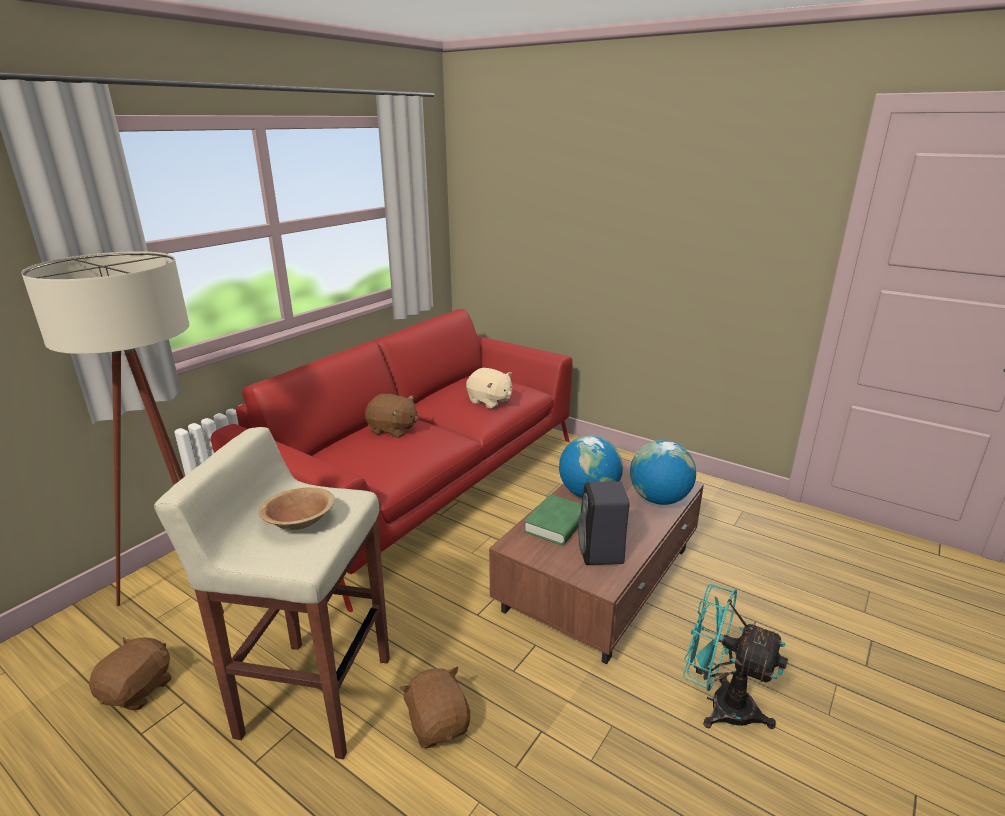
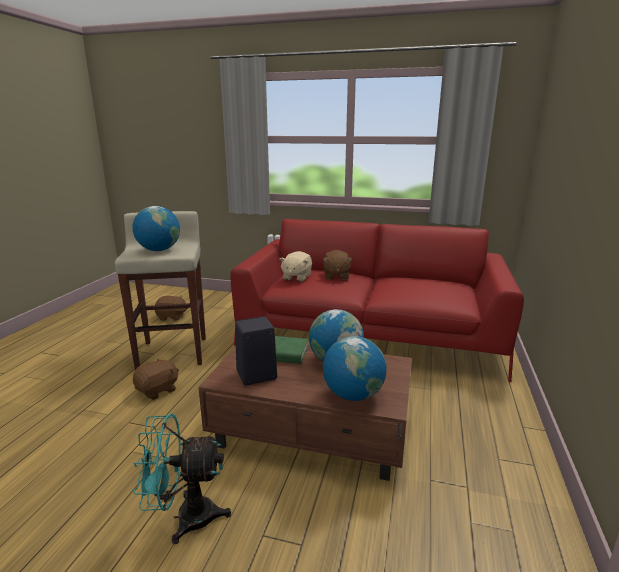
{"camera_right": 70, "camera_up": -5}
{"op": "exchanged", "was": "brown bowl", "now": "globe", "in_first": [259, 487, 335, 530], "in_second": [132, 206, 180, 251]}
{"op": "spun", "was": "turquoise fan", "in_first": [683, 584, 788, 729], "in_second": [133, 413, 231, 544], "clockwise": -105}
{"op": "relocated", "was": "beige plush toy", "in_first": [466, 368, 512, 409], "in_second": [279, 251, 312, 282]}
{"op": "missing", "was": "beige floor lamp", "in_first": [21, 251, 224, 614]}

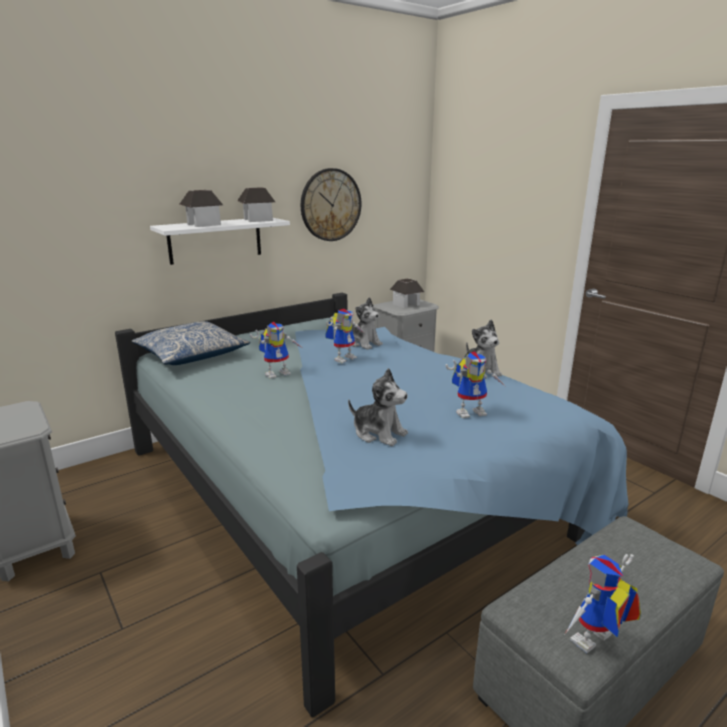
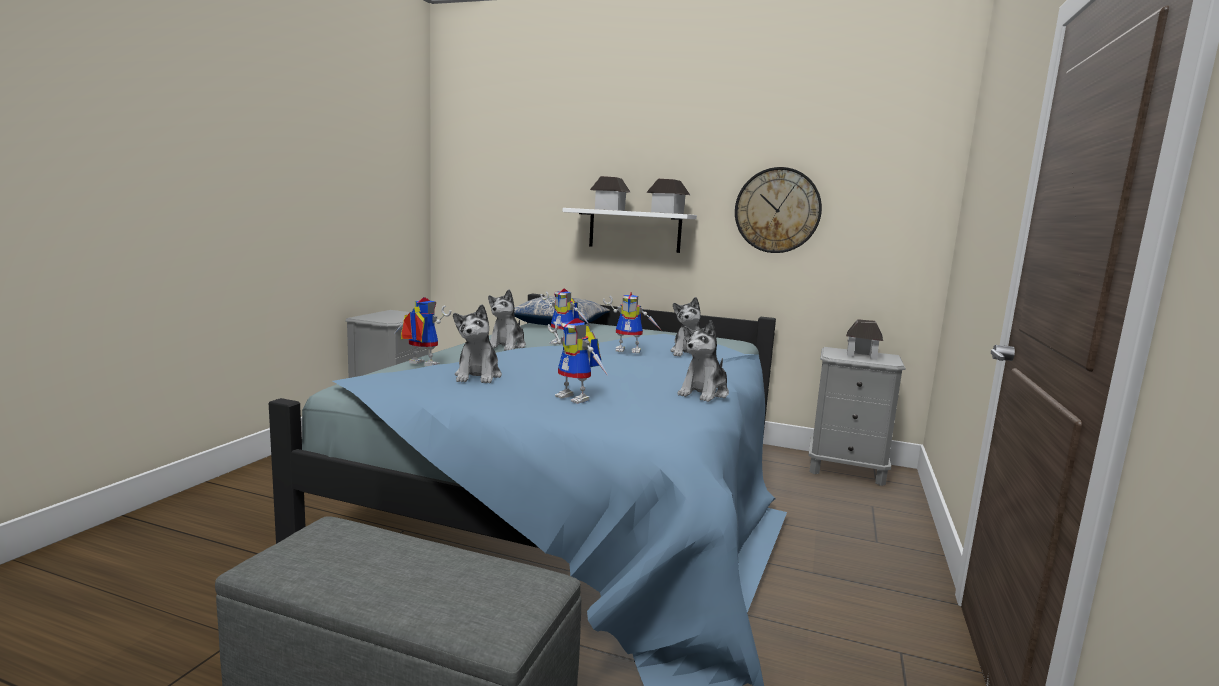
{"camera_right": 55, "camera_up": -10}
{"op": "relocated", "was": "toy robot", "in_first": [565, 554, 641, 653], "in_second": [395, 297, 451, 366]}
{"op": "appeared", "now": "plush toy", "in_second": [488, 290, 526, 351]}

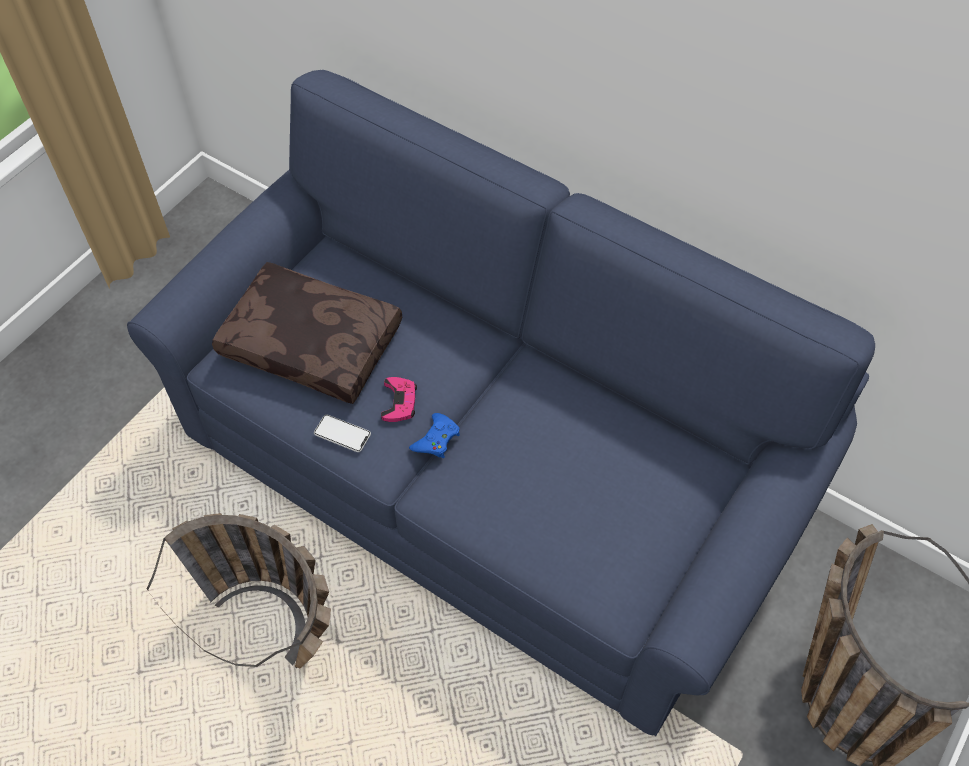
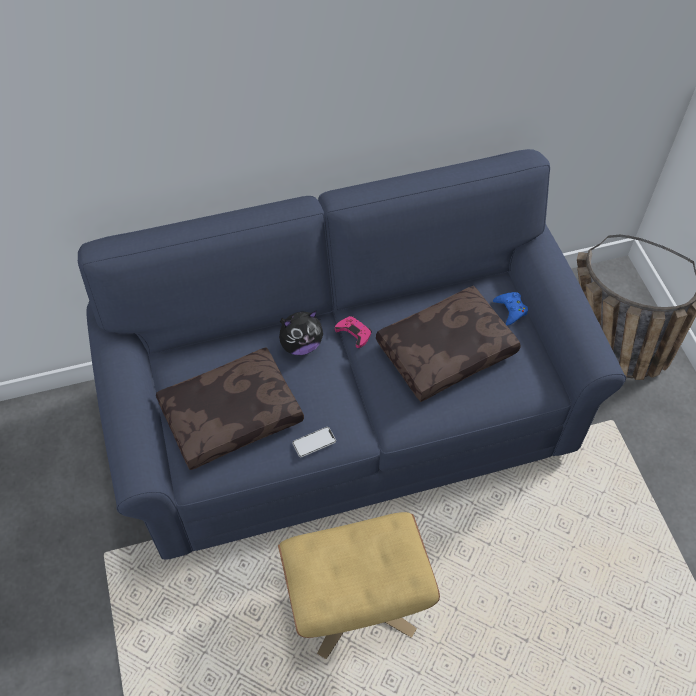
{"camera_right": -50, "camera_up": 0}
{"op": "exchanged", "was": "basket", "now": "beige ottoman", "in_first": [146, 513, 331, 669], "in_second": [278, 512, 440, 659]}
{"op": "appeared", "now": "plush toy", "in_second": [279, 311, 323, 355]}
{"op": "relocated", "was": "pink game controller", "in_first": [381, 377, 417, 422], "in_second": [335, 316, 372, 348]}
{"op": "appeared", "now": "brown pillow", "in_second": [376, 286, 521, 402]}
{"op": "relocated", "was": "blue game controller", "in_first": [409, 413, 460, 458], "in_second": [493, 292, 528, 325]}

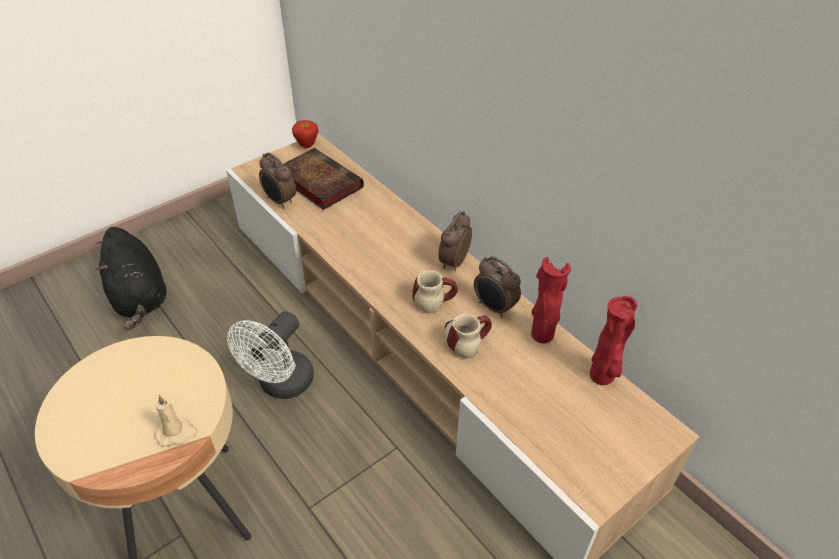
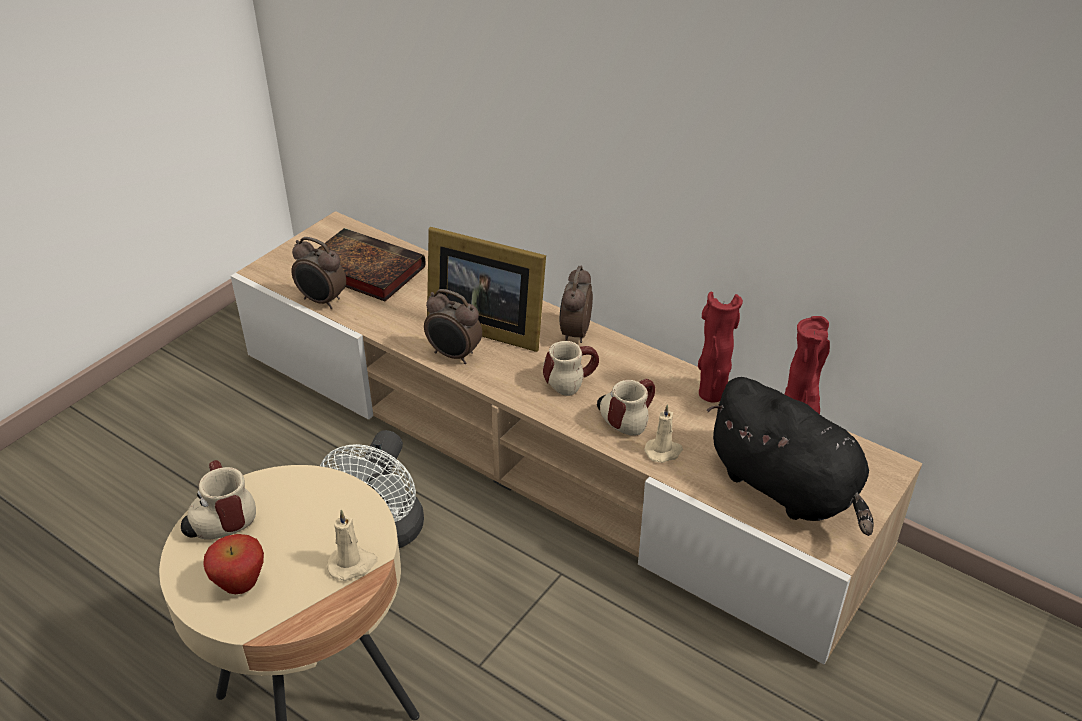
{"camera_right": -15, "camera_up": -5}
{"op": "appeared", "now": "mug", "in_second": [181, 460, 256, 539]}
{"op": "relocated", "was": "apple", "in_first": [292, 120, 319, 148], "in_second": [203, 534, 264, 594]}
{"op": "relocated", "was": "alarm clock", "in_first": [474, 256, 521, 318], "in_second": [424, 289, 482, 364]}
{"op": "appeared", "now": "picture frame", "in_second": [427, 227, 546, 352]}
{"op": "appeared", "now": "beige candle", "in_second": [644, 404, 683, 463]}
{"op": "relocated", "was": "black plush toy", "in_first": [96, 227, 167, 330], "in_second": [707, 377, 874, 536]}

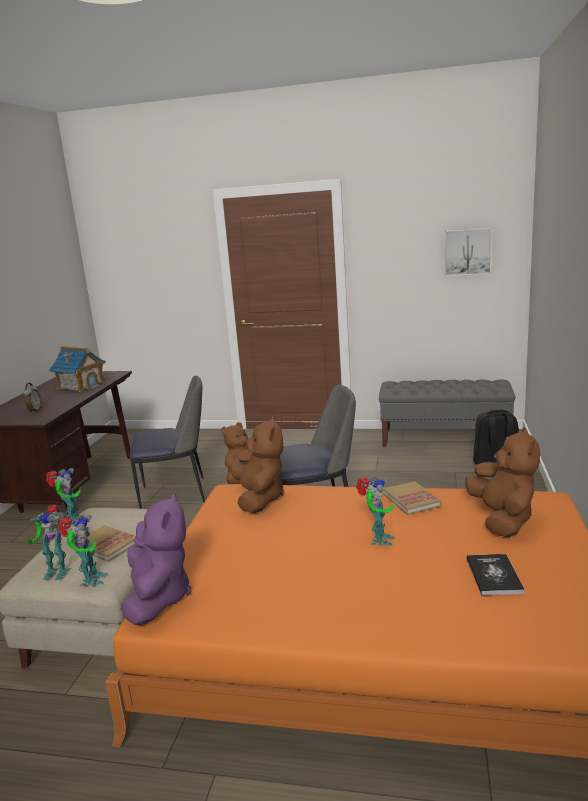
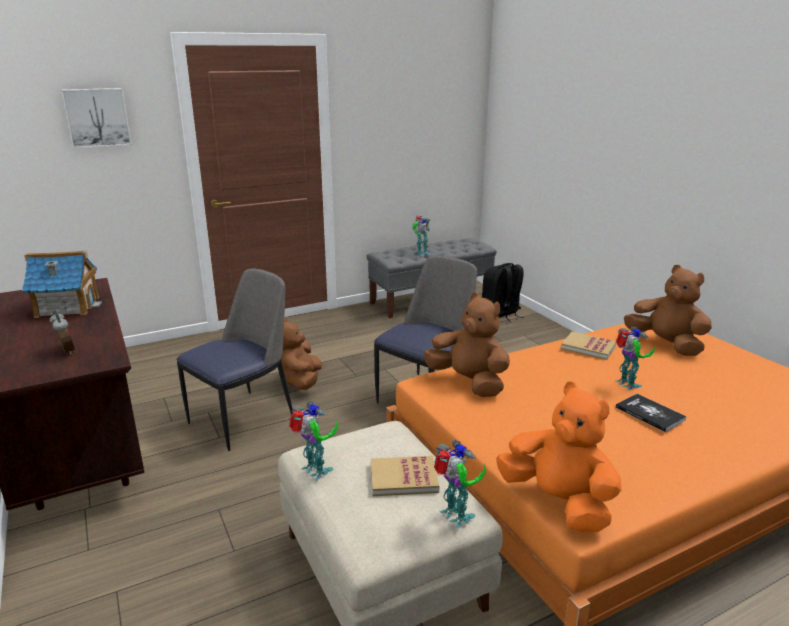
{"camera_right": -40, "camera_up": 5}
{"op": "relocated", "was": "picture", "in_first": [445, 228, 492, 276], "in_second": [61, 88, 132, 148]}
{"op": "relocated", "was": "toy robot", "in_first": [28, 504, 72, 580], "in_second": [412, 216, 431, 256]}
{"op": "colour", "was": "purple plush toy", "now": "orange plush toy", "in_first": [121, 493, 192, 626], "in_second": [496, 381, 621, 532]}
{"op": "relocated", "was": "book", "in_first": [467, 554, 525, 595], "in_second": [616, 394, 687, 432]}

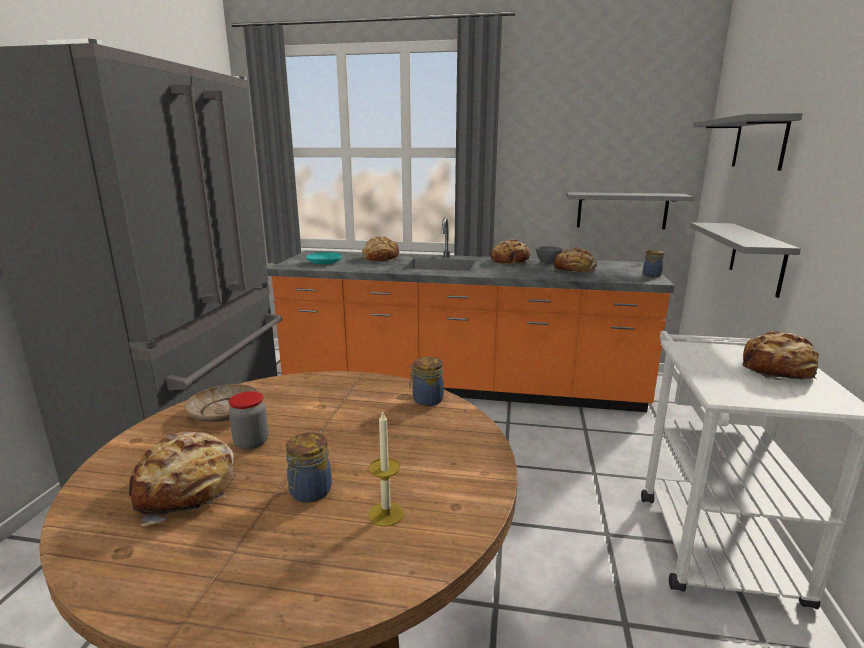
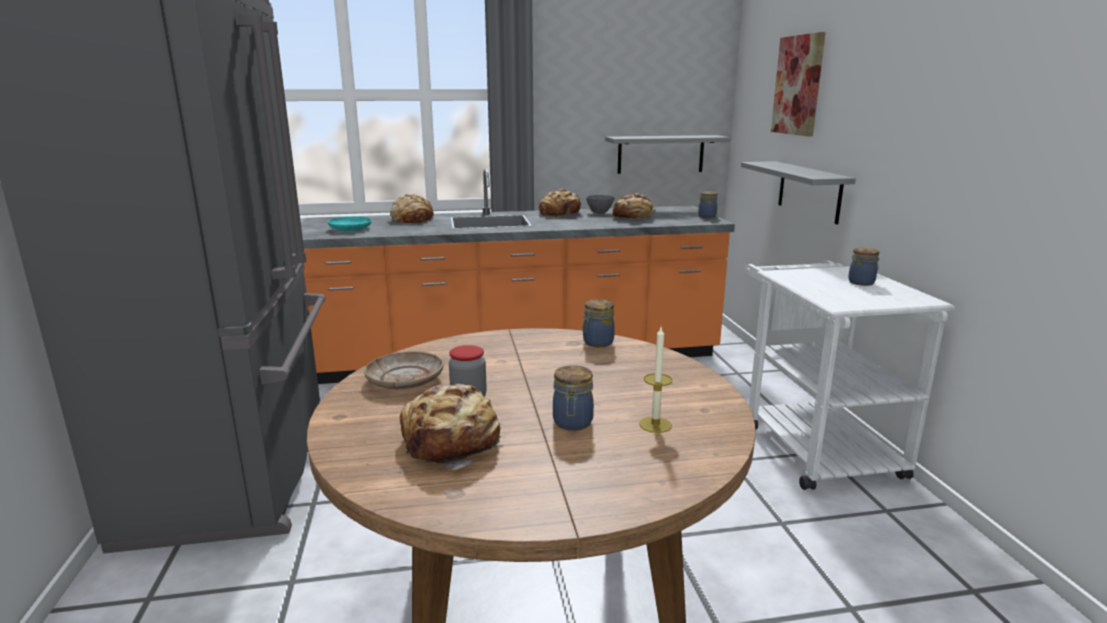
{"camera_right": -20, "camera_up": 0}
{"op": "exchanged", "was": "grey shelf", "now": "picture", "in_first": [693, 113, 802, 171], "in_second": [771, 32, 826, 137]}
{"op": "exchanged", "was": "bread", "now": "jar", "in_first": [741, 331, 819, 380], "in_second": [848, 248, 880, 286]}

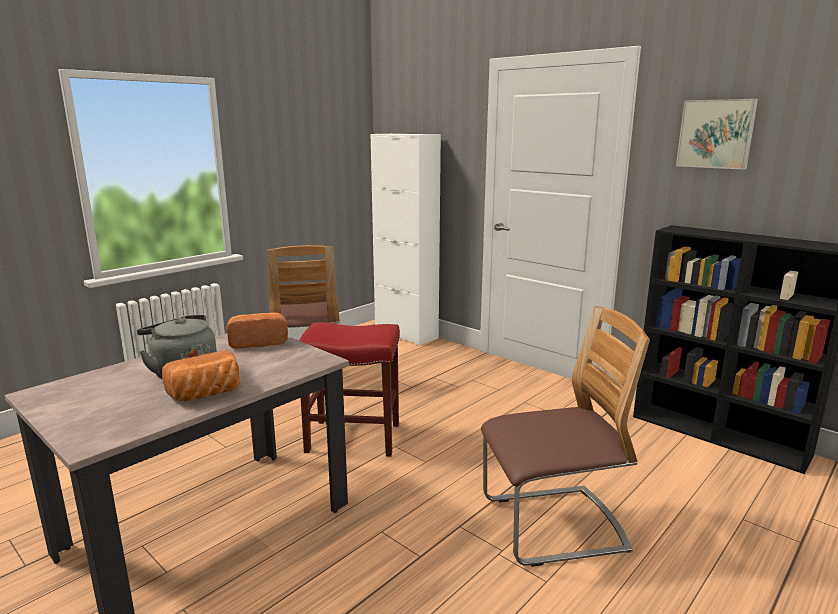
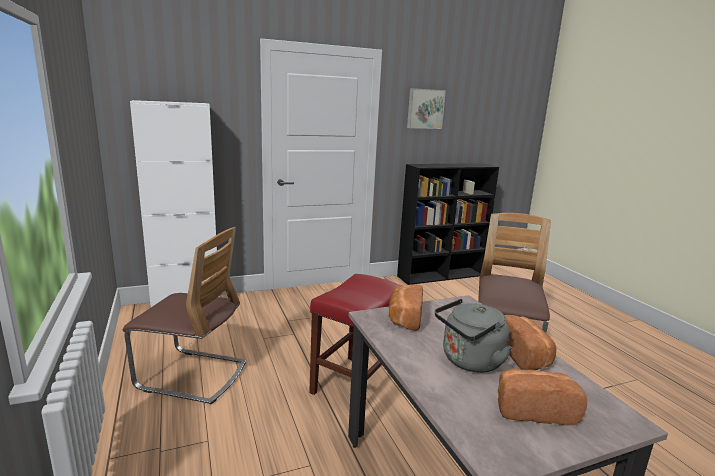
{"camera_right": -65, "camera_up": 0}
{"op": "appeared", "now": "bread", "in_second": [498, 368, 587, 425]}

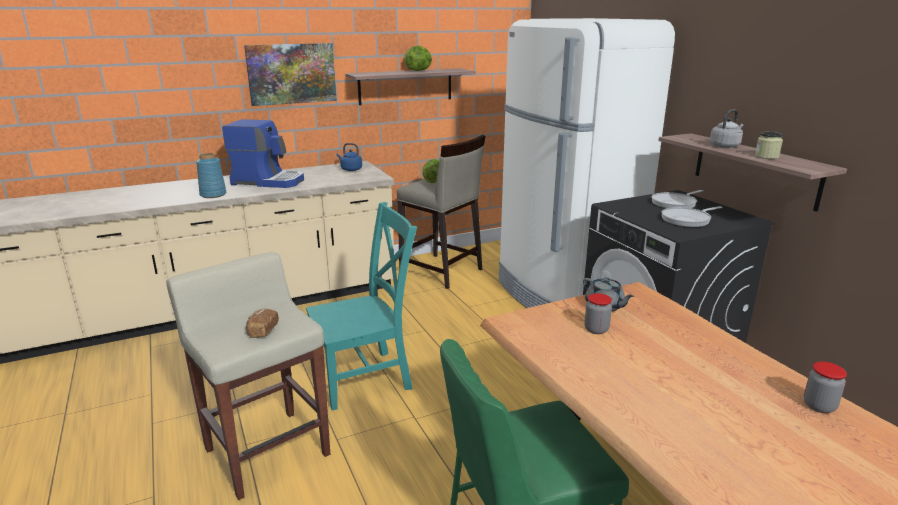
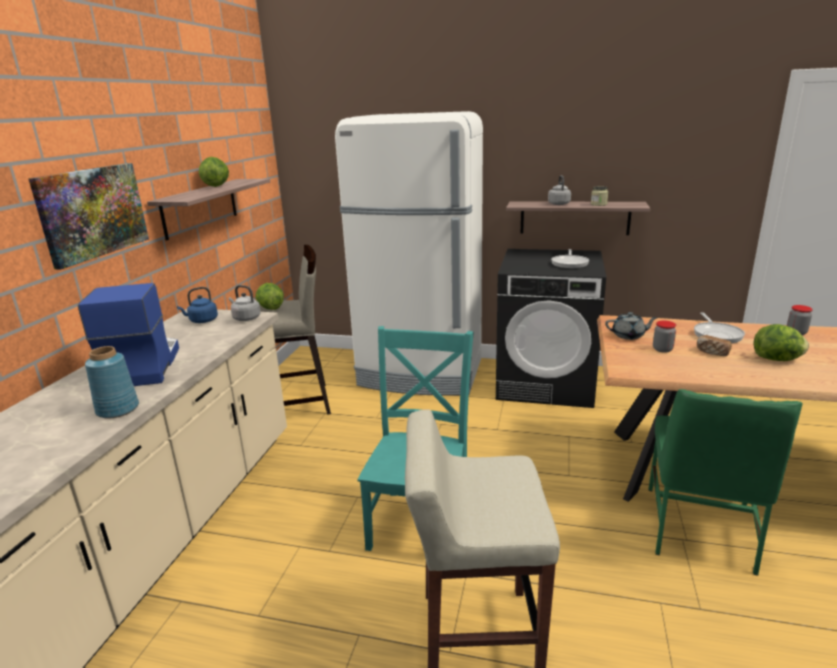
{"camera_right": -50, "camera_up": 0}
{"op": "spun", "was": "coffee machine", "in_first": [222, 119, 304, 188], "in_second": [78, 283, 179, 386], "clockwise": -60}
{"op": "appeared", "now": "grey kettle", "in_second": [229, 285, 261, 321]}
{"op": "relocated", "was": "frying pan", "in_first": [652, 190, 703, 208], "in_second": [694, 313, 745, 343]}
{"op": "relocated", "was": "bread", "in_first": [245, 308, 279, 338], "in_second": [697, 335, 732, 356]}
{"op": "appeared", "now": "lettuce", "in_second": [754, 324, 809, 361]}

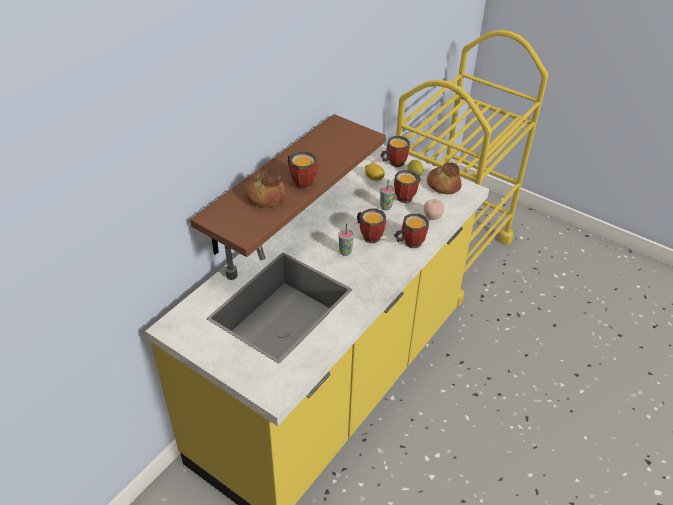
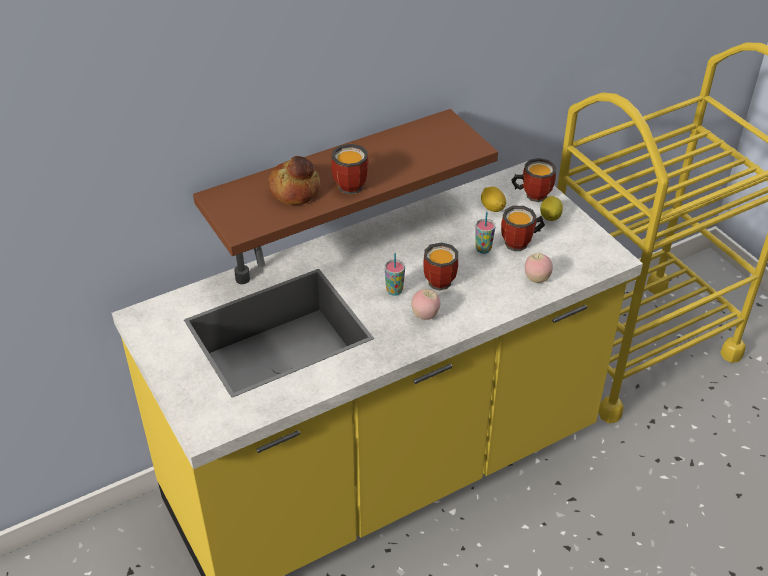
{"camera_right": 25, "camera_up": 0}
{"op": "appeared", "now": "apple", "in_second": [411, 289, 440, 320]}
{"op": "missing", "was": "mug", "in_first": [394, 213, 429, 248]}
{"op": "missing", "was": "bread", "in_first": [427, 163, 461, 194]}

